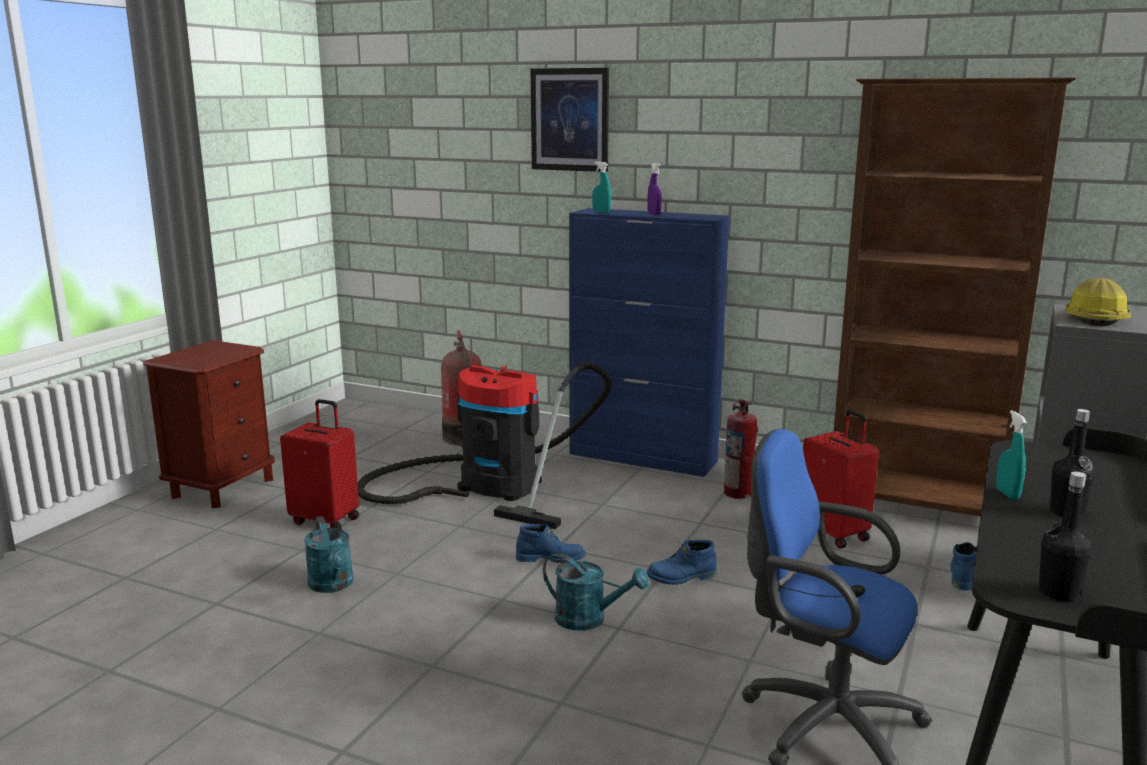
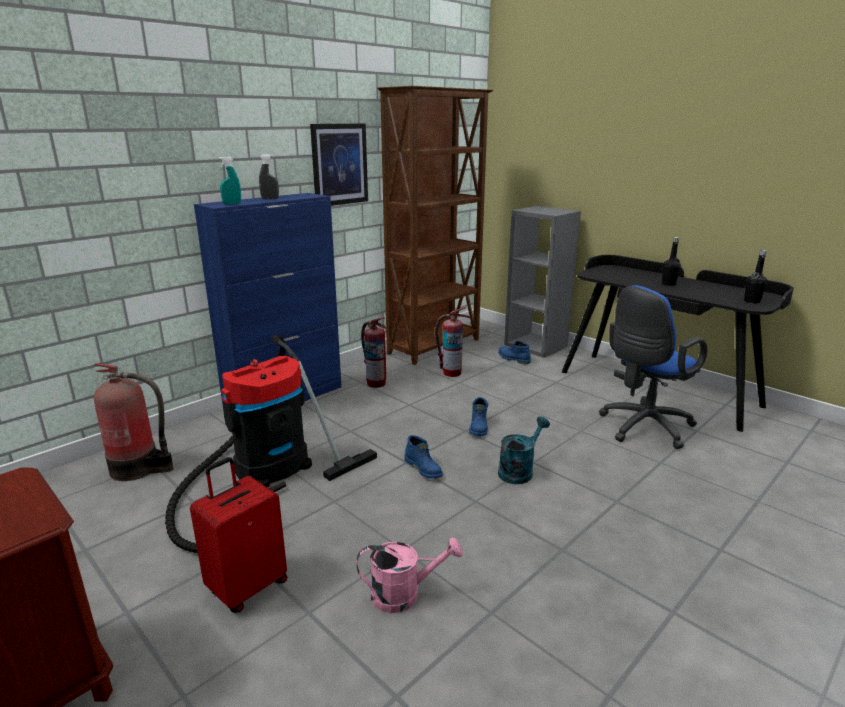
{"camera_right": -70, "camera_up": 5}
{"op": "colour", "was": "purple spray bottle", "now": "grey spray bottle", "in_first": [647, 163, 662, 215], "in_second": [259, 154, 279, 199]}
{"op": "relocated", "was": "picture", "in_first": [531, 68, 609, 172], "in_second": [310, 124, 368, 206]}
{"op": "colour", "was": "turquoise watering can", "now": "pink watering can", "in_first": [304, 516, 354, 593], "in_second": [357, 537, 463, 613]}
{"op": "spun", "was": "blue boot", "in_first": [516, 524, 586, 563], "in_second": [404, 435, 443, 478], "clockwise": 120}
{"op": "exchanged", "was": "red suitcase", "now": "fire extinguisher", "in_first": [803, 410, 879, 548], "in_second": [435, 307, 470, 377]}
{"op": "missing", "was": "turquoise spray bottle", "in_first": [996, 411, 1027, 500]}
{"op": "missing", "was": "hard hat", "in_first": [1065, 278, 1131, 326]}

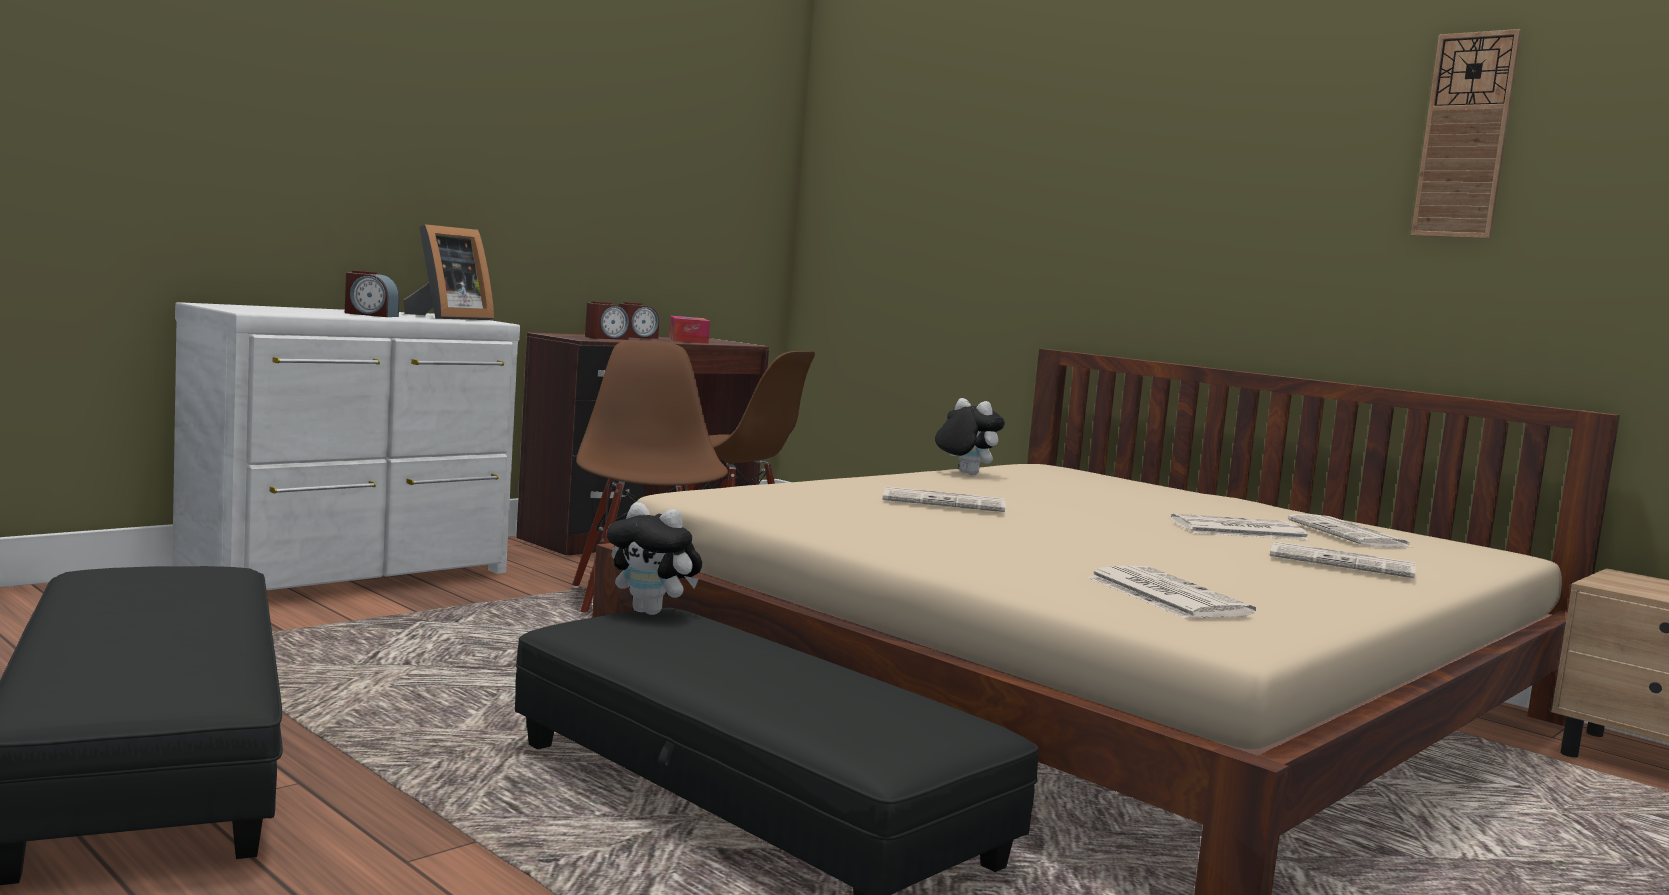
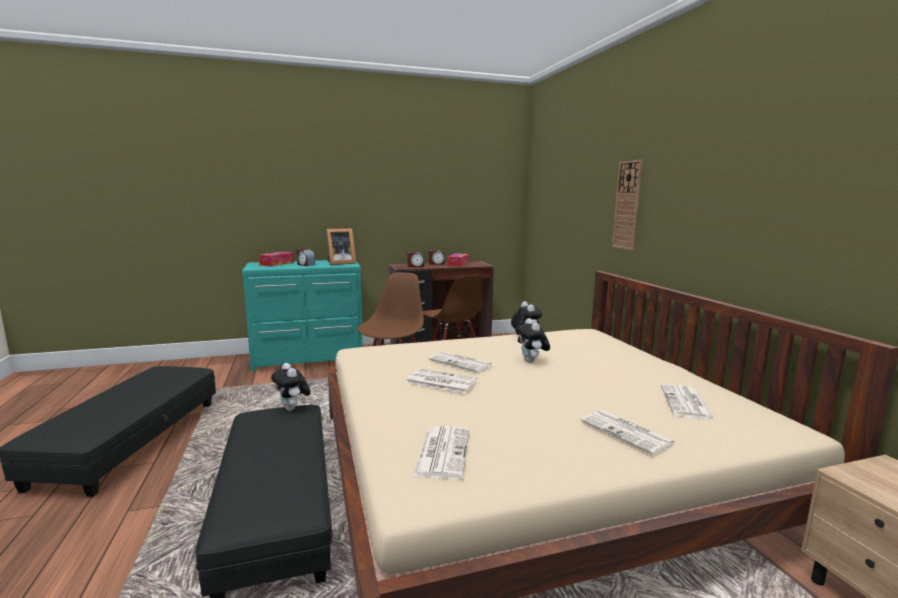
{"camera_right": 30, "camera_up": 5}
{"op": "colour", "was": "white dresser", "now": "turquoise dresser", "in_first": [172, 302, 520, 590], "in_second": [242, 260, 363, 372]}
{"op": "appeared", "now": "tissue box", "in_second": [259, 252, 294, 267]}
{"op": "relocated", "was": "newspaper", "in_first": [1171, 514, 1309, 540], "in_second": [405, 368, 477, 393]}
{"op": "appeared", "now": "plush toy", "in_second": [515, 318, 550, 363]}
{"op": "relocated", "was": "wall clock", "in_first": [1411, 29, 1521, 238], "in_second": [612, 160, 643, 250]}

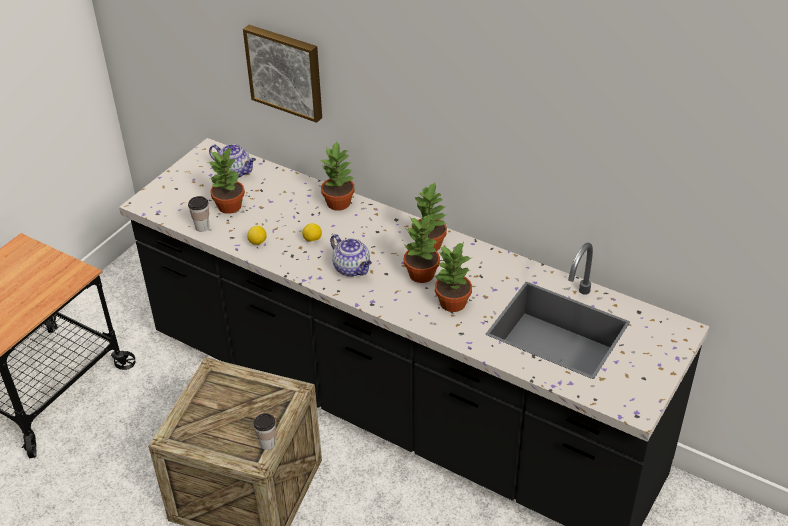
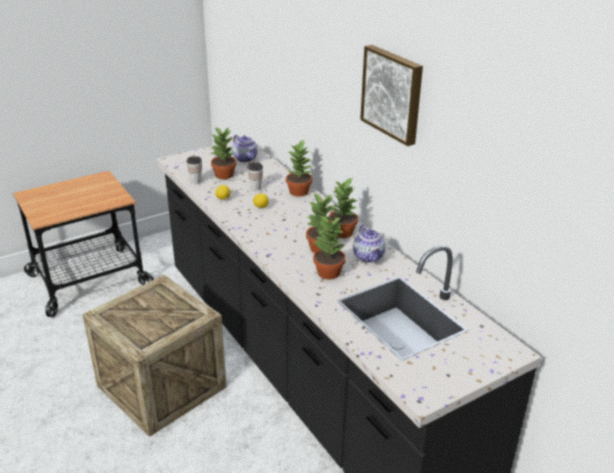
{"camera_right": 25, "camera_up": -10}
{"op": "relocated", "was": "cup", "in_first": [253, 413, 276, 450], "in_second": [247, 163, 263, 191]}
{"op": "relocated", "was": "teapot", "in_first": [330, 234, 372, 277], "in_second": [353, 225, 386, 263]}
{"op": "relocated", "was": "picture", "in_first": [243, 25, 322, 123], "in_second": [360, 45, 423, 146]}

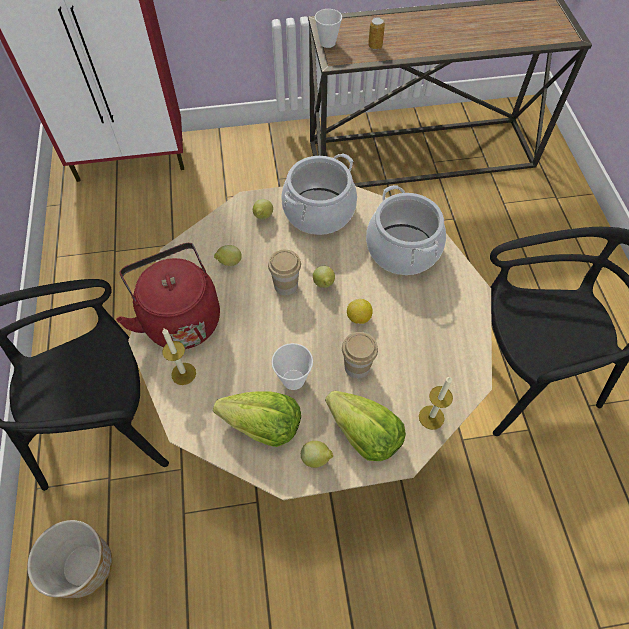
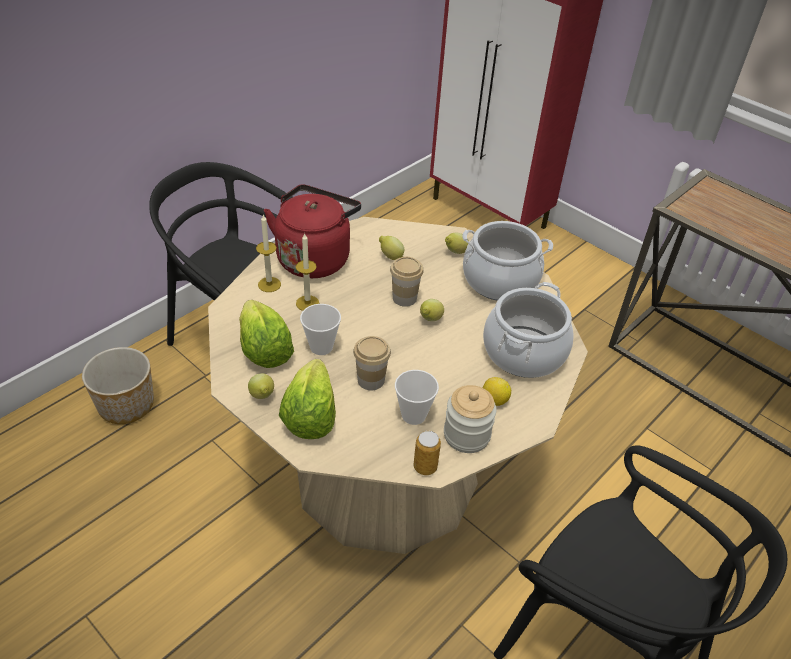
{"camera_right": 50, "camera_up": -15}
{"op": "relocated", "was": "candle", "in_first": [419, 377, 453, 430], "in_second": [296, 234, 319, 311]}
{"op": "relocated", "was": "cup", "in_first": [315, 9, 342, 48], "in_second": [395, 370, 439, 425]}
{"op": "relocated", "was": "can", "in_first": [368, 17, 385, 50], "in_second": [414, 431, 441, 475]}
{"op": "appeared", "now": "jar", "in_second": [444, 385, 496, 453]}
{"op": "relocated", "was": "lemon", "in_first": [347, 299, 373, 324], "in_second": [482, 377, 511, 406]}

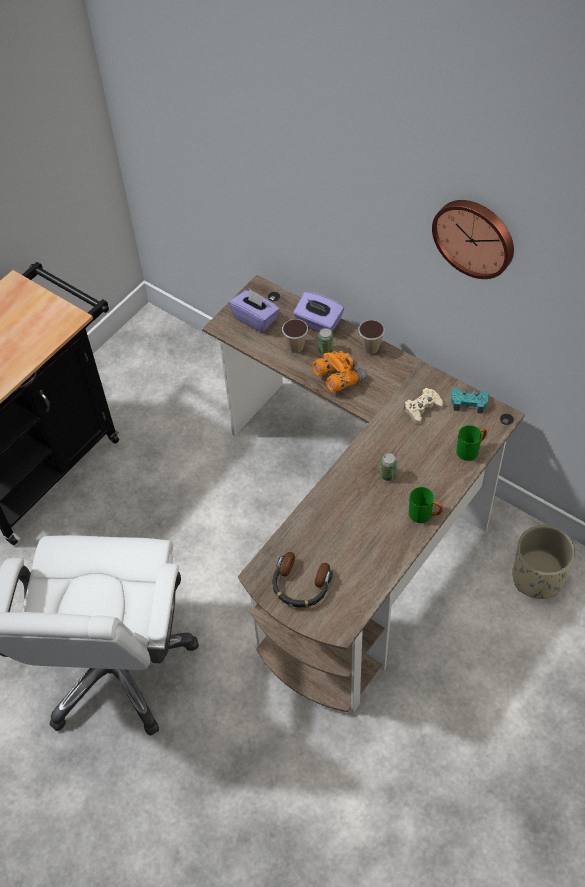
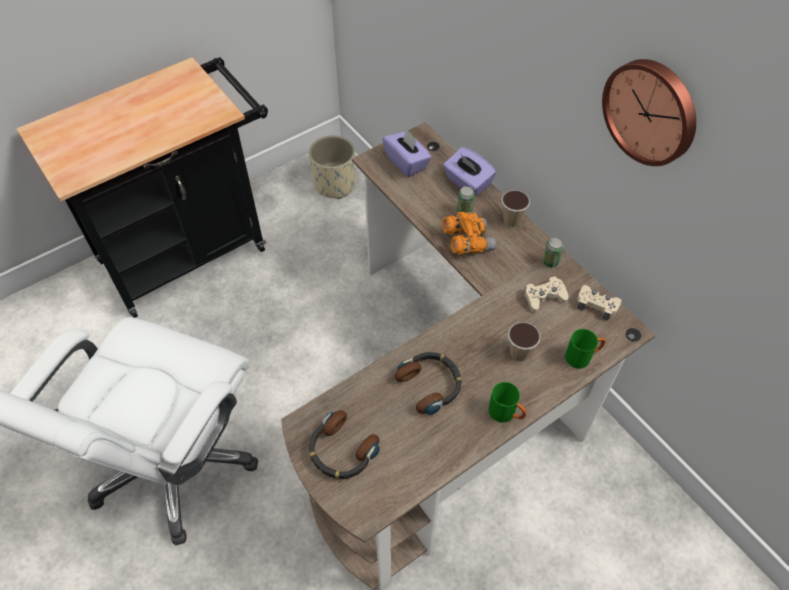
{"camera_right": 15, "camera_up": 0}
{"op": "relocated", "was": "beige planter", "in_first": [512, 525, 575, 599], "in_second": [309, 135, 355, 199]}
{"op": "appeared", "now": "headphones", "in_second": [395, 352, 462, 415]}
{"op": "relocated", "was": "cup", "in_first": [282, 319, 308, 353], "in_second": [508, 322, 541, 361]}
{"op": "relocated", "was": "can", "in_first": [380, 453, 397, 481], "in_second": [542, 237, 564, 268]}
{"op": "colour", "was": "turquoise game controller", "now": "beige game controller", "in_first": [451, 388, 489, 414], "in_second": [577, 285, 622, 321]}

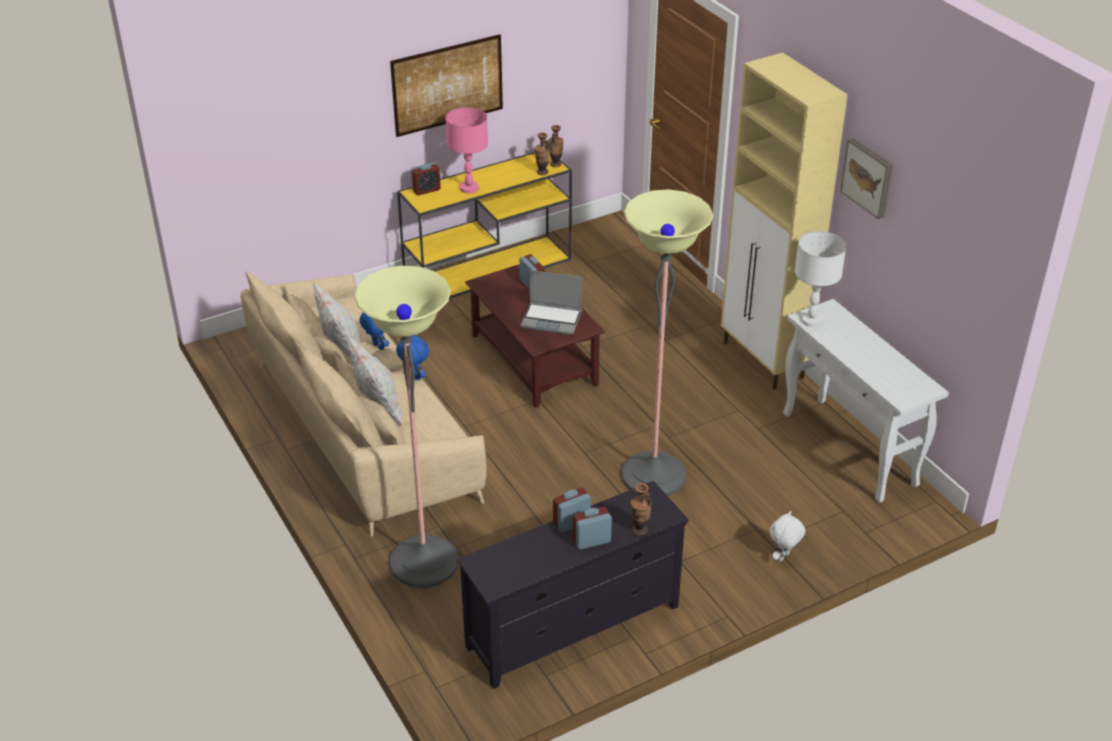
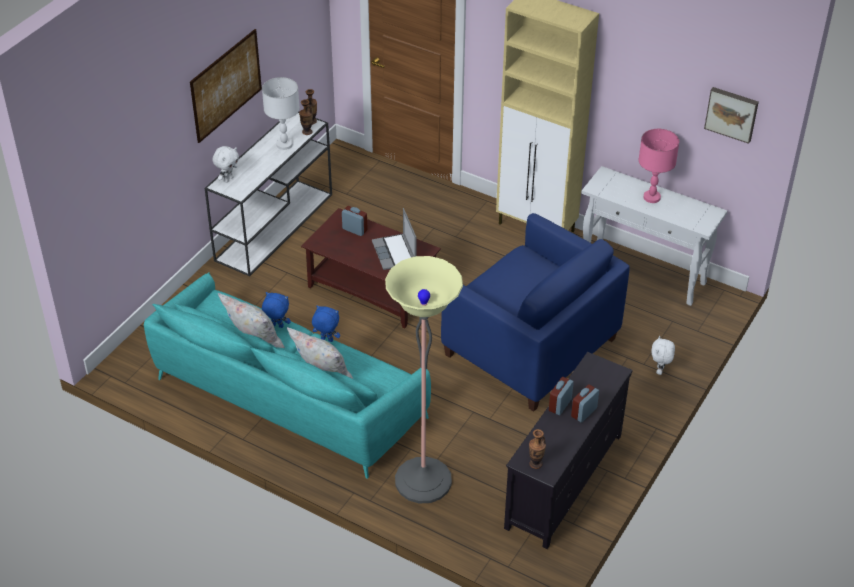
{"camera_right": -30, "camera_up": 5}
{"op": "colour", "was": "beige sofa", "now": "turquoise sofa", "in_first": [240, 271, 486, 536], "in_second": [144, 273, 431, 479]}
{"op": "colour", "was": "yellow console table", "now": "white console table", "in_first": [397, 152, 572, 299], "in_second": [205, 112, 332, 276]}
{"op": "exchanged", "was": "alarm clock", "now": "white plush toy", "in_first": [411, 162, 441, 195], "in_second": [212, 146, 239, 183]}
{"op": "relocated", "was": "white table lamp", "in_first": [795, 231, 846, 327], "in_second": [262, 77, 300, 150]}
{"op": "spun", "was": "laptop", "in_first": [520, 270, 582, 335], "in_second": [372, 208, 416, 270], "clockwise": 90}
{"op": "exchanged", "was": "floor lamp", "now": "blue armchair", "in_first": [621, 189, 713, 496], "in_second": [441, 213, 630, 412]}
{"op": "relocated", "was": "vase", "in_first": [631, 483, 652, 536], "in_second": [529, 429, 546, 469]}
{"op": "relocated", "was": "pink table lamp", "in_first": [445, 107, 488, 193], "in_second": [639, 129, 679, 203]}
{"op": "relocated", "was": "picture", "in_first": [841, 138, 893, 219], "in_second": [704, 87, 759, 144]}

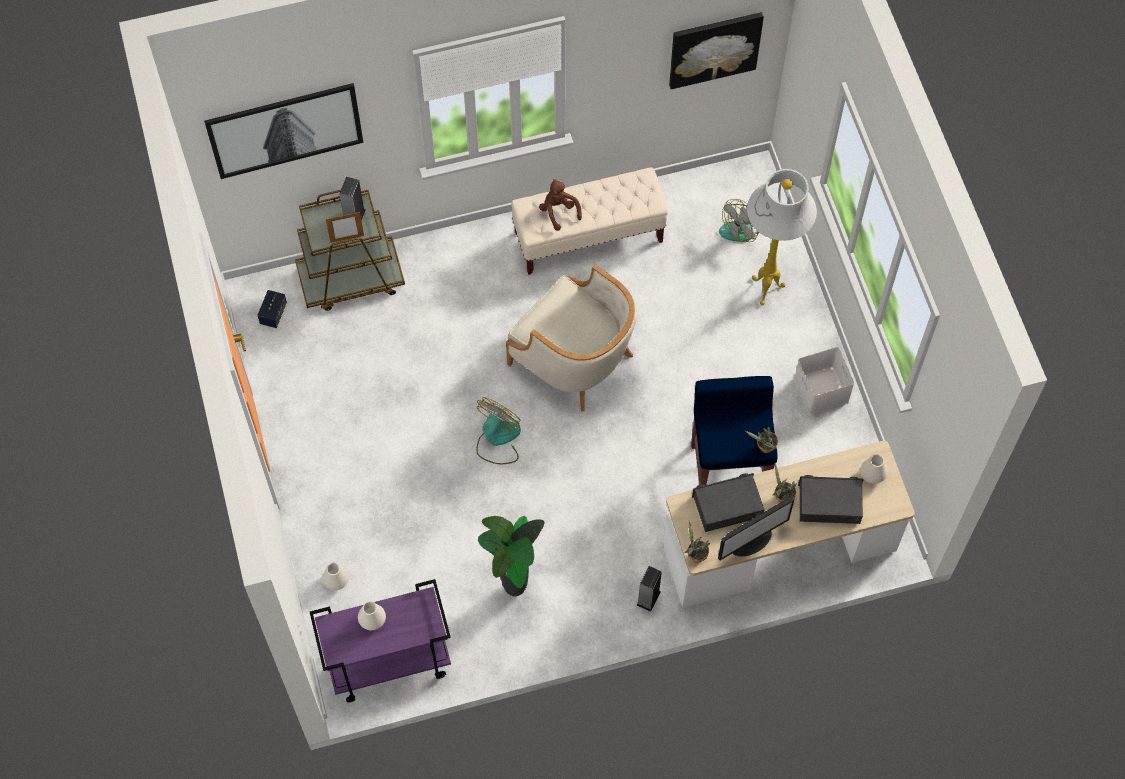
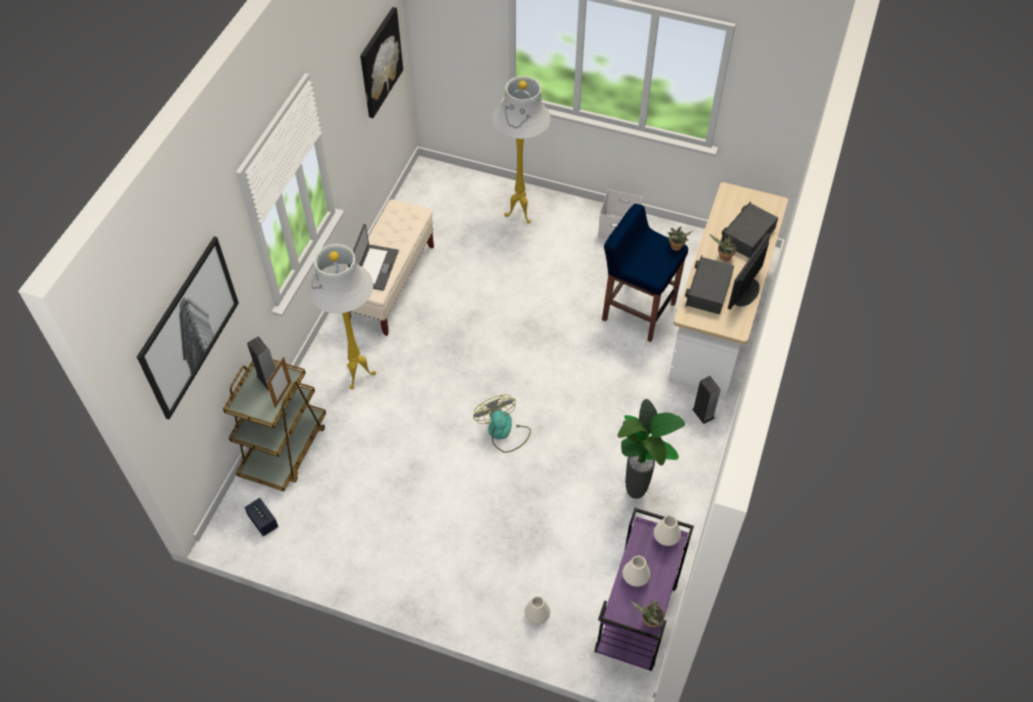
{"camera_right": -55, "camera_up": -10}
{"op": "appeared", "now": "white floor lamp", "in_second": [307, 244, 376, 389]}
{"op": "exchanged", "was": "brown plush toy", "now": "laptop", "in_first": [539, 179, 582, 231], "in_second": [348, 224, 399, 291]}
{"op": "relocated", "was": "potted plant", "in_first": [684, 521, 710, 563], "in_second": [630, 600, 664, 628]}
{"op": "relocated", "was": "white vase", "in_first": [860, 454, 888, 484], "in_second": [654, 515, 681, 546]}
{"op": "spun", "was": "monitor", "in_first": [718, 497, 794, 560], "in_second": [728, 233, 771, 310], "clockwise": -150}
{"op": "missing", "was": "beige armchair", "in_first": [506, 264, 637, 411]}
{"op": "missing", "was": "fan", "in_first": [719, 199, 759, 242]}

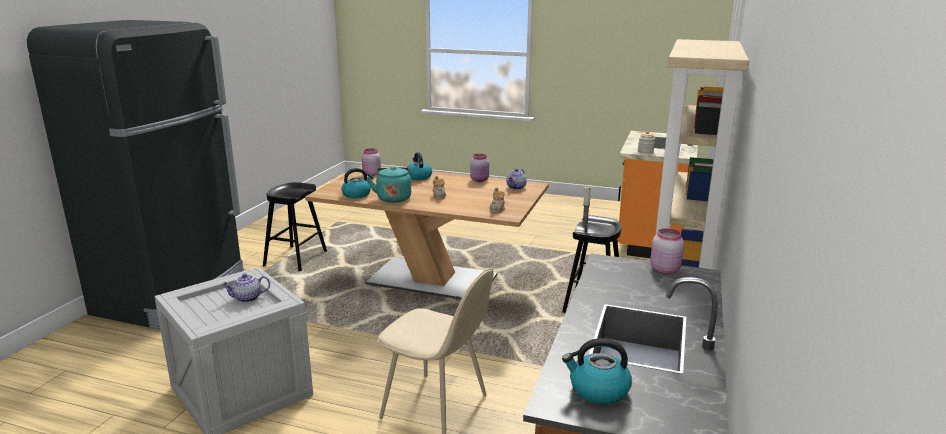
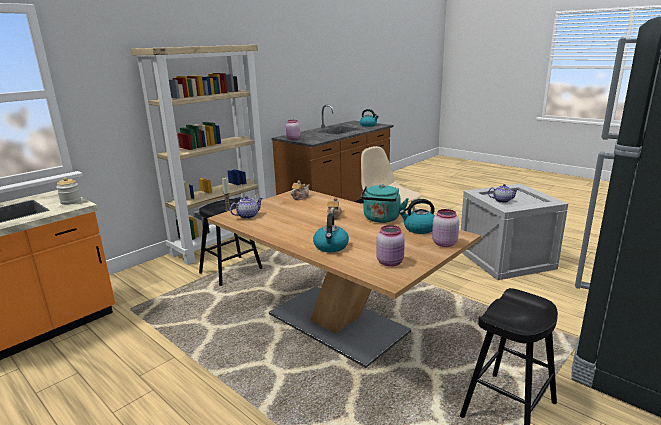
{"camera_right": -155, "camera_up": 0}
{"op": "relocated", "was": "pink jar", "in_first": [470, 154, 489, 182], "in_second": [432, 209, 459, 247]}

